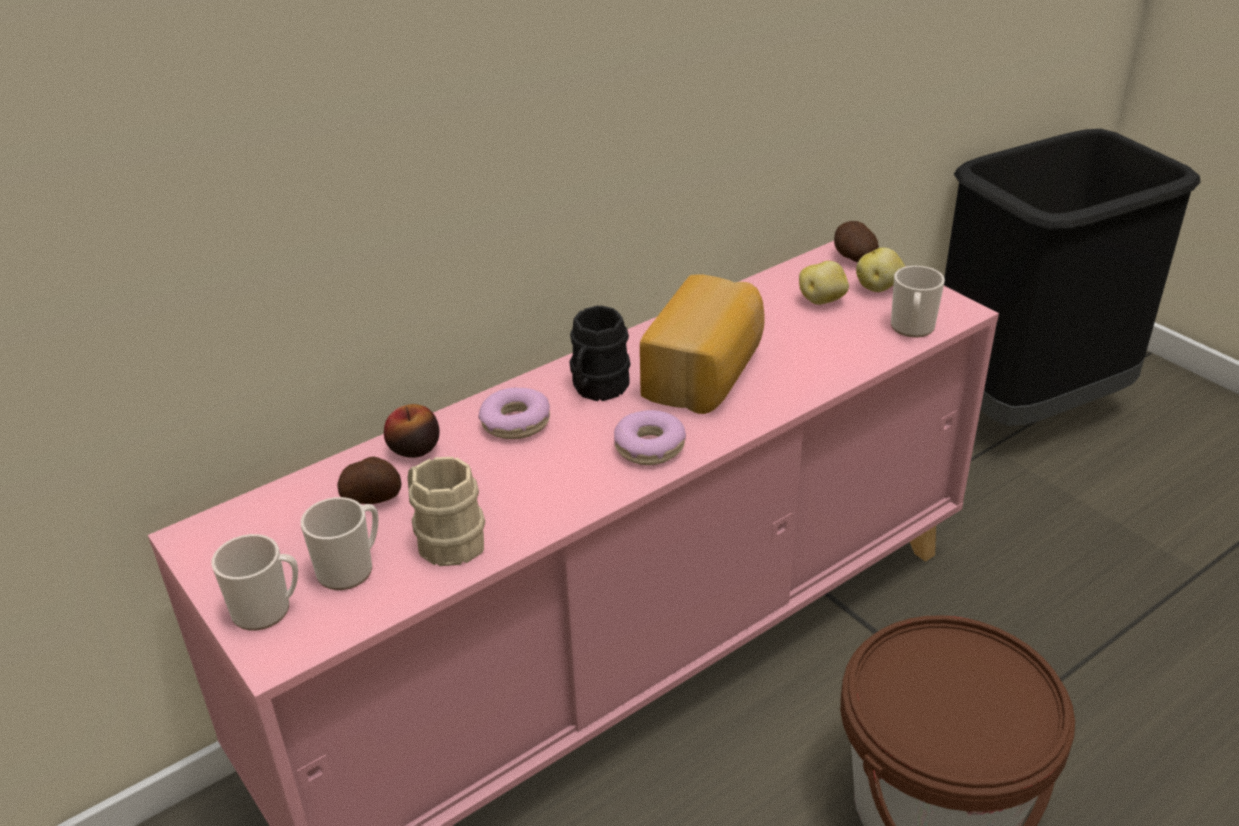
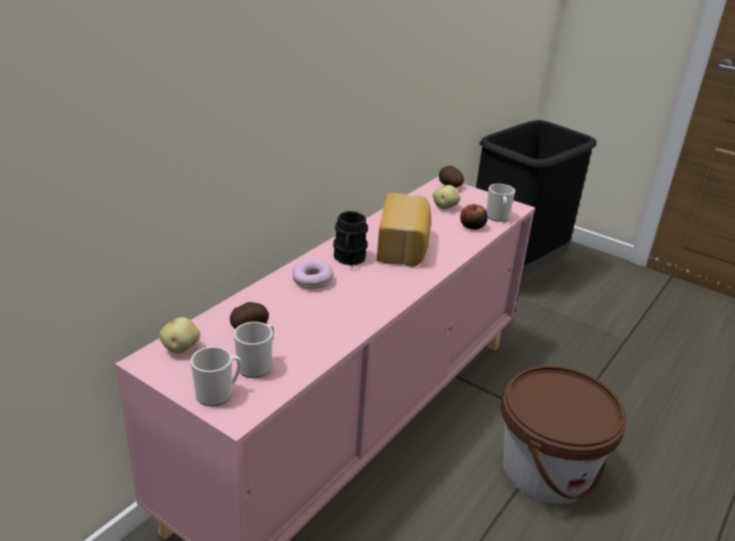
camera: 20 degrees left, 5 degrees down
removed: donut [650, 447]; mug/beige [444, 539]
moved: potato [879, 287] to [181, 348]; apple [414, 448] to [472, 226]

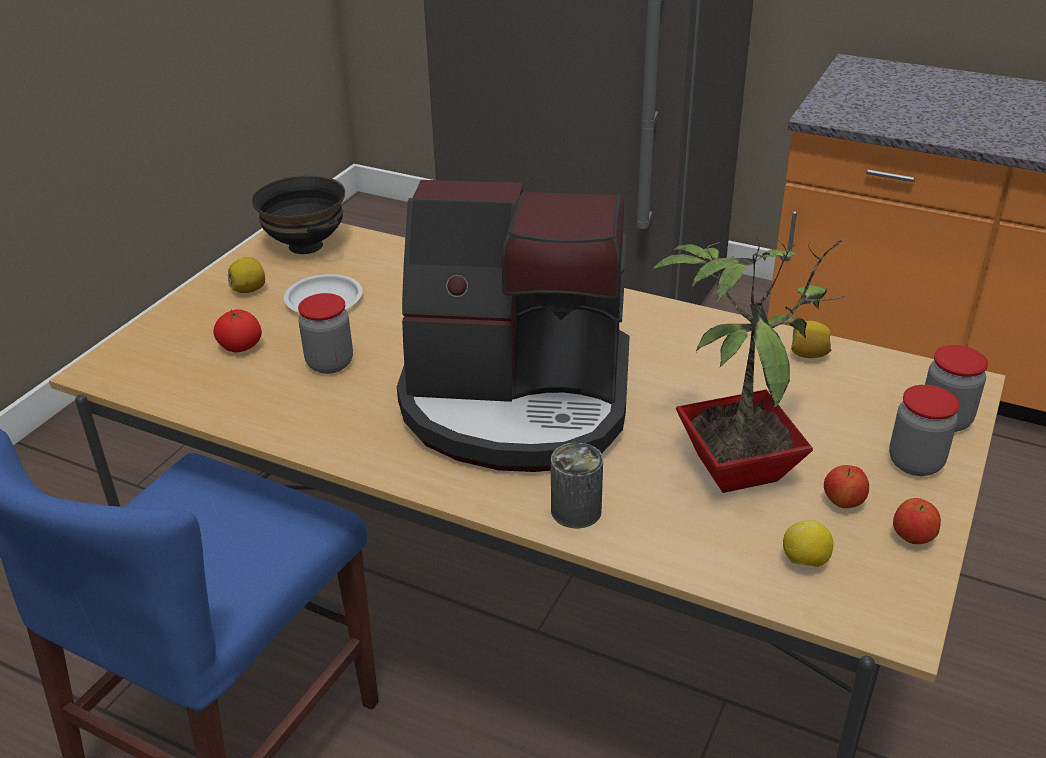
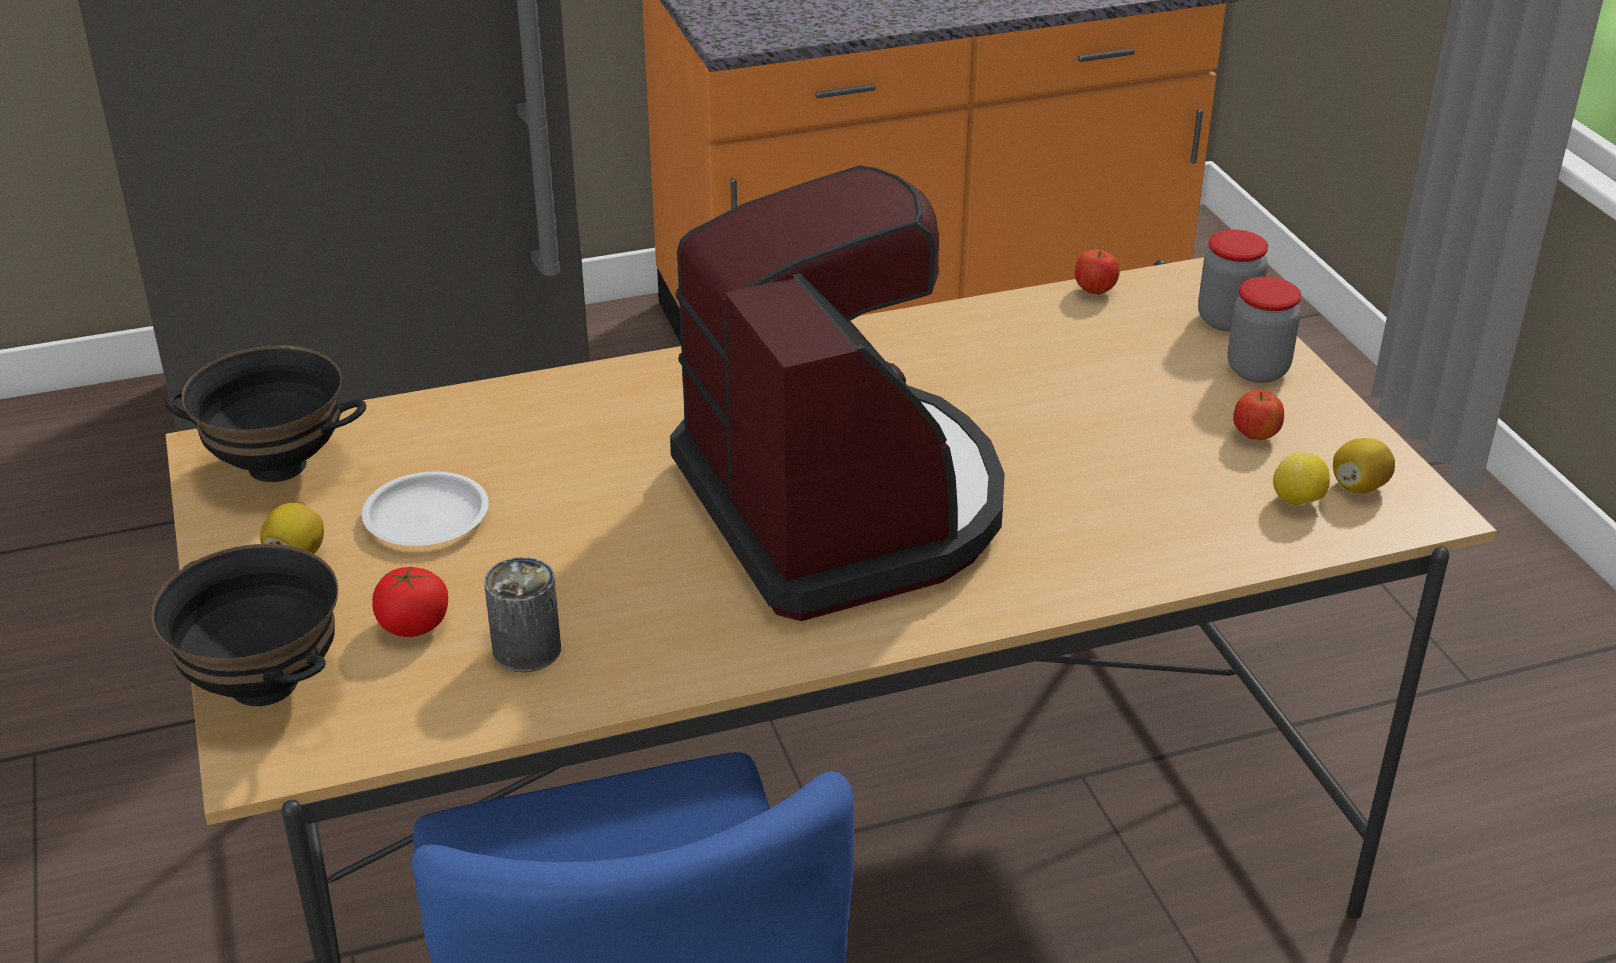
camera: 45 degrees left, 0 degrees up
removed: potted plant [734, 466]; jar [330, 363]
added: bowl/black [262, 685]
moved: lemon [808, 355] to [1359, 486]; can [576, 510] to [527, 649]; apple [912, 538] to [1095, 291]
turned: coffee machine [517, 401] = [843, 506] 75 degrees counterclockwise

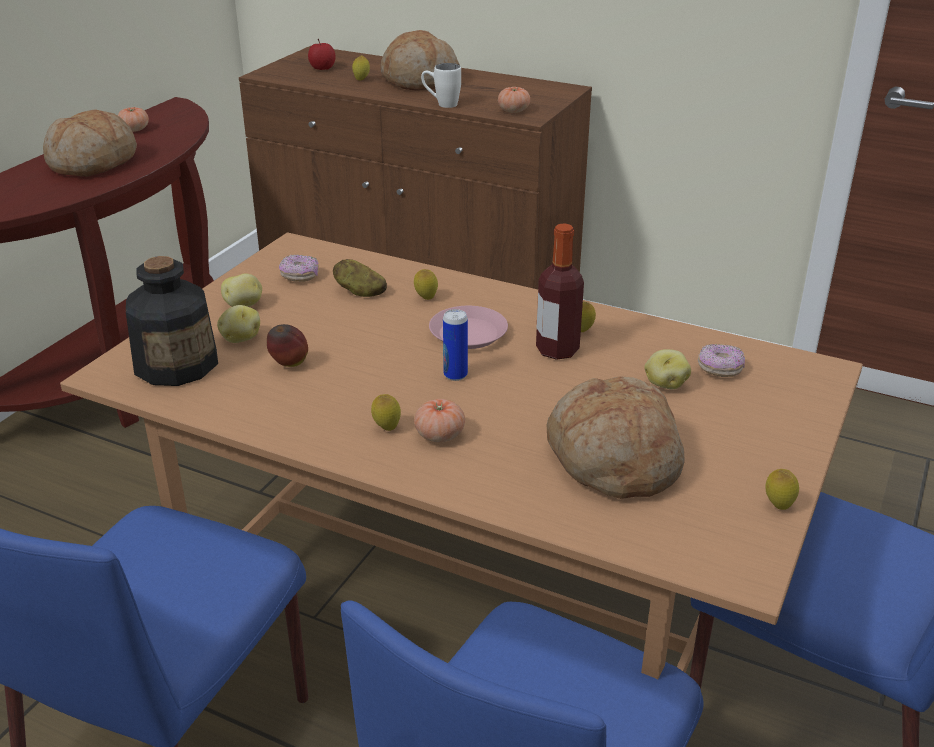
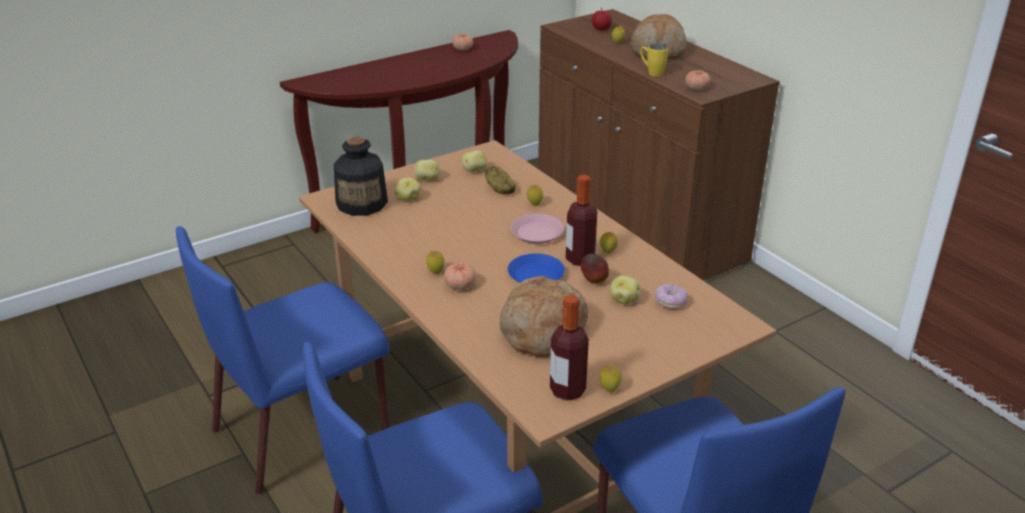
camera: 30 degrees right, 0 degrees up
removed: bread [94, 163]; can [455, 375]
added: plate/blue [536, 275]; bottle [567, 390]
moved: apple [289, 365] to [594, 282]
replaced: donut [299, 276] to potato [474, 170]
recoloured: mug/white [441, 104] to mug/yellow [651, 73]

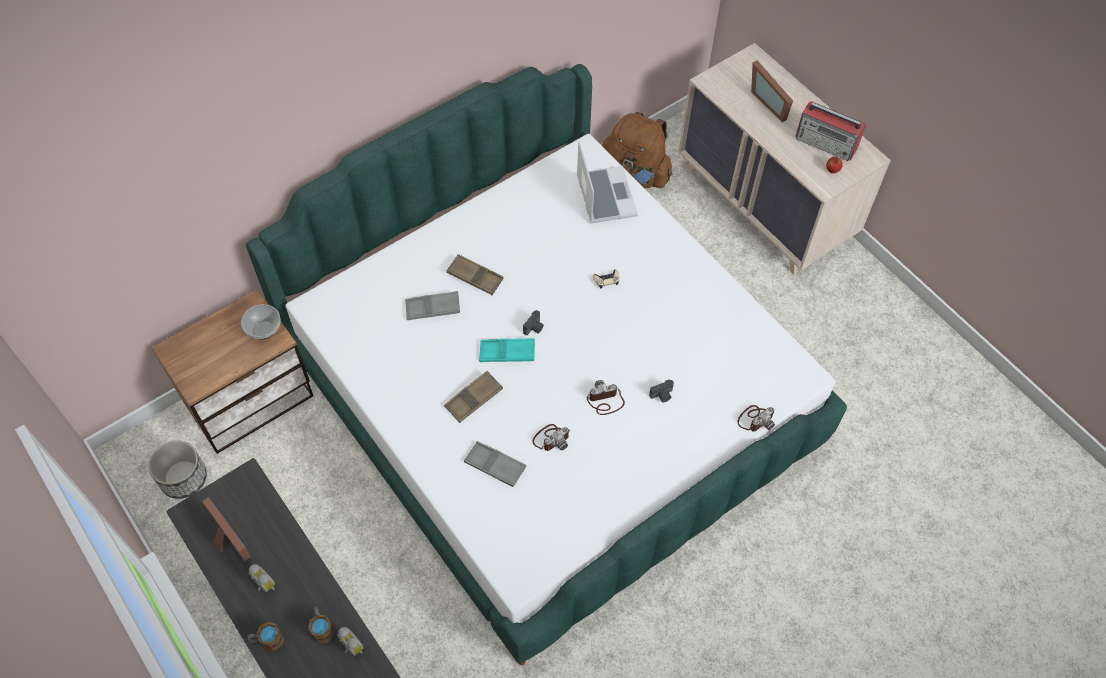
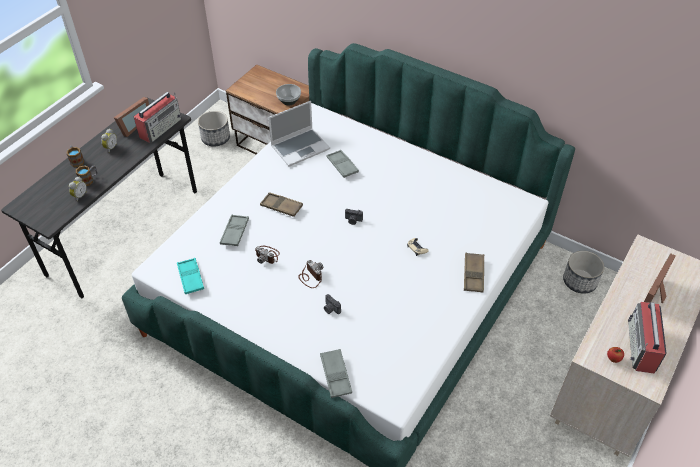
camera: 70 degrees right, 10 degrees down
added: radio [161, 127]
moved: laptop [604, 195] to [300, 147]; tray/brown [475, 277] to [473, 274]; tray/turquoise [507, 353] to [190, 278]
replaced: backpack/brown [635, 174] to planter [580, 281]; photo camera [755, 419] to tray/grey [335, 375]

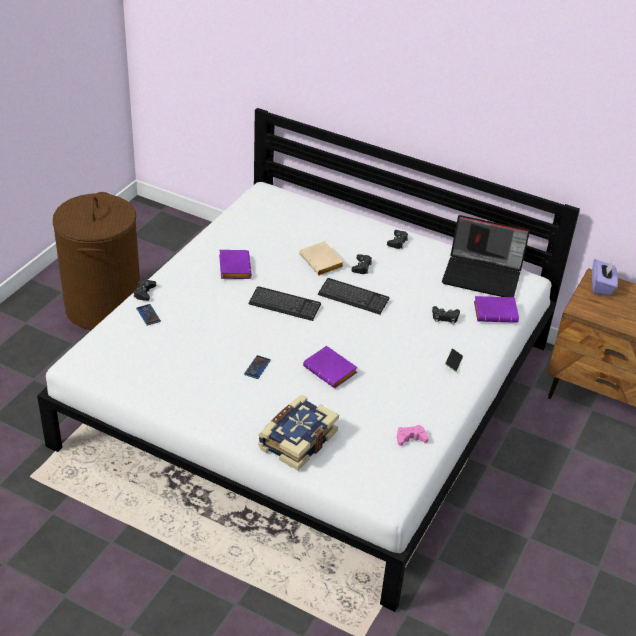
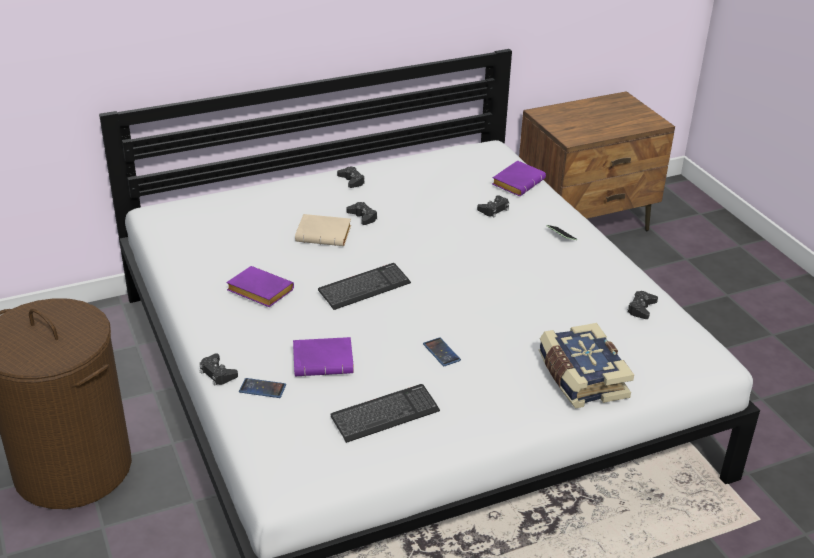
camera: 50 degrees left, 5 degrees down
removed: laptop [483, 275]; tissue box/purple [601, 286]
moved: keyboard [353, 297] to [385, 415]; book/purple [332, 371] to [324, 361]
recoloured: game controller/pink [410, 438] to game controller/black [641, 308]

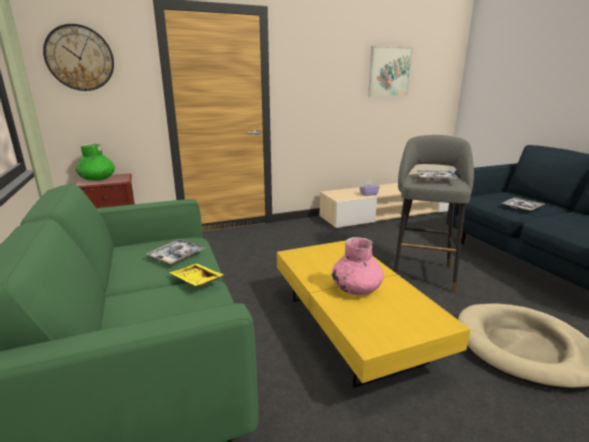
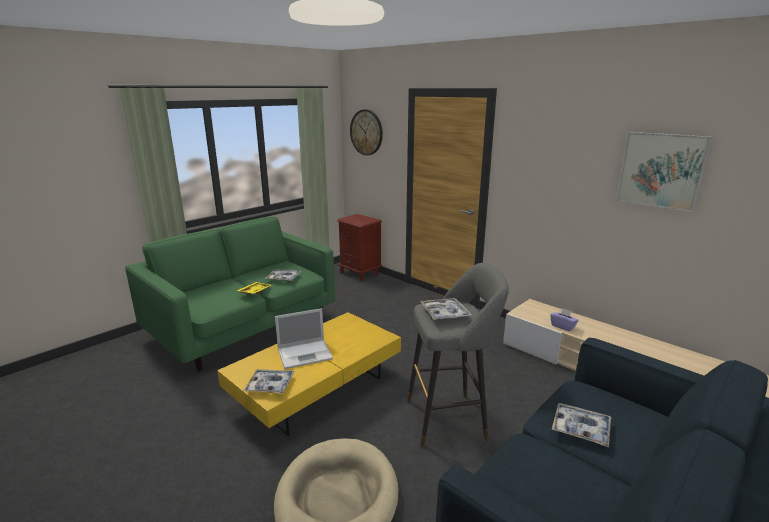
camera: 65 degrees right, 0 degrees up
removed: vase/green [97, 179]
added: tray [270, 385]
replaced: vase/pink [356, 288] to laptop [306, 354]

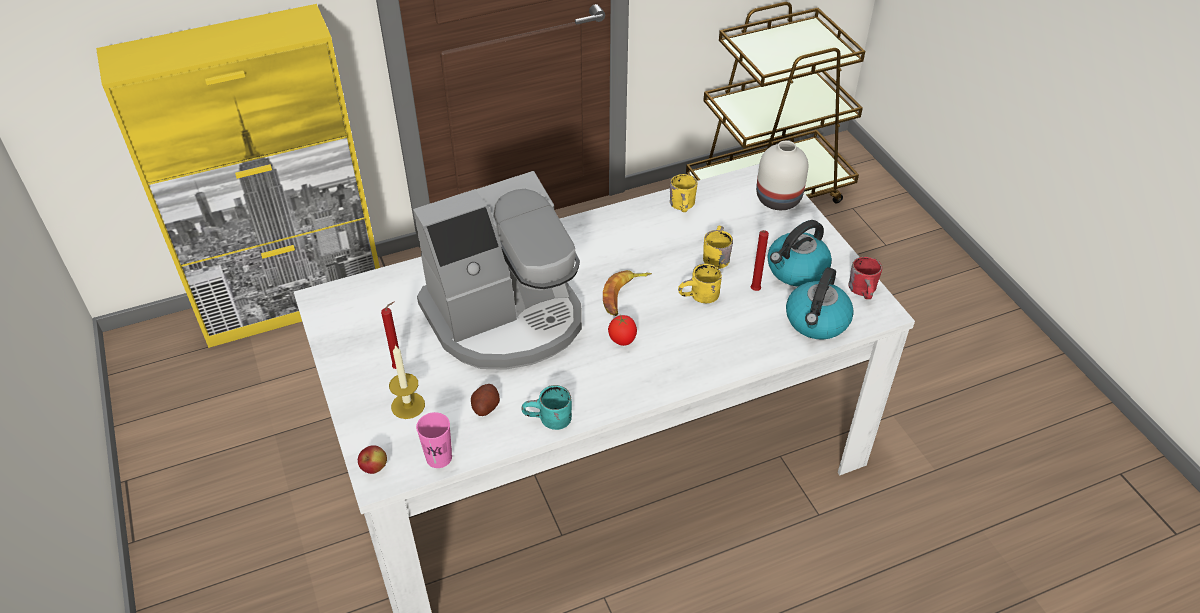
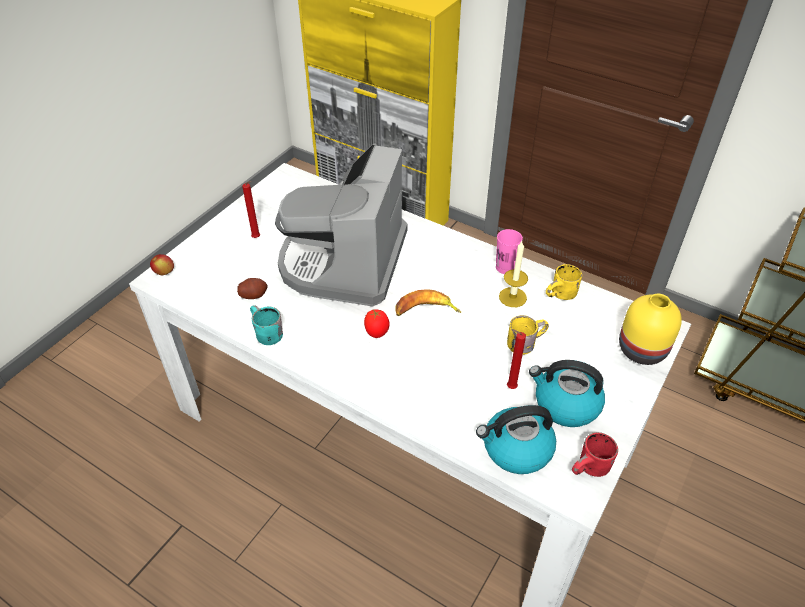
camera: 55 degrees right, 0 degrees up
removed: mug/yellow [700, 298]
moved: candle [408, 405] to [512, 297]; cup/pink [439, 457] to [505, 267]
recoloured: vase/white [778, 198] to vase/yellow [643, 349]
turned: coffee machine [506, 318] = [344, 262] 75 degrees clockwise

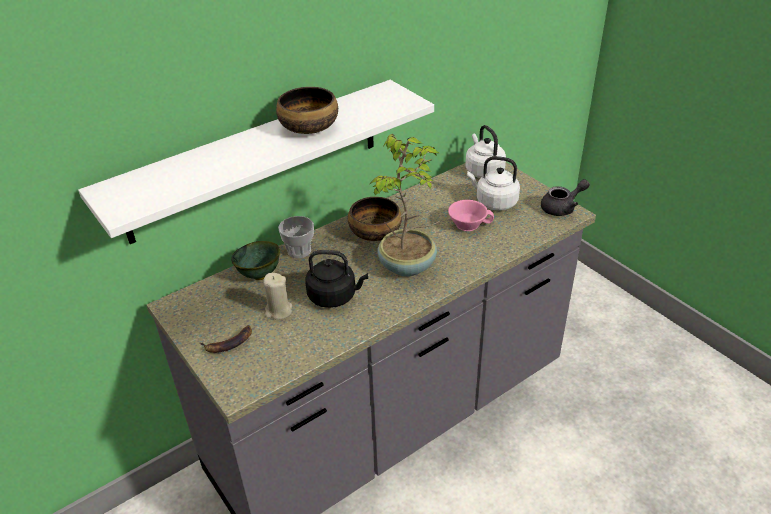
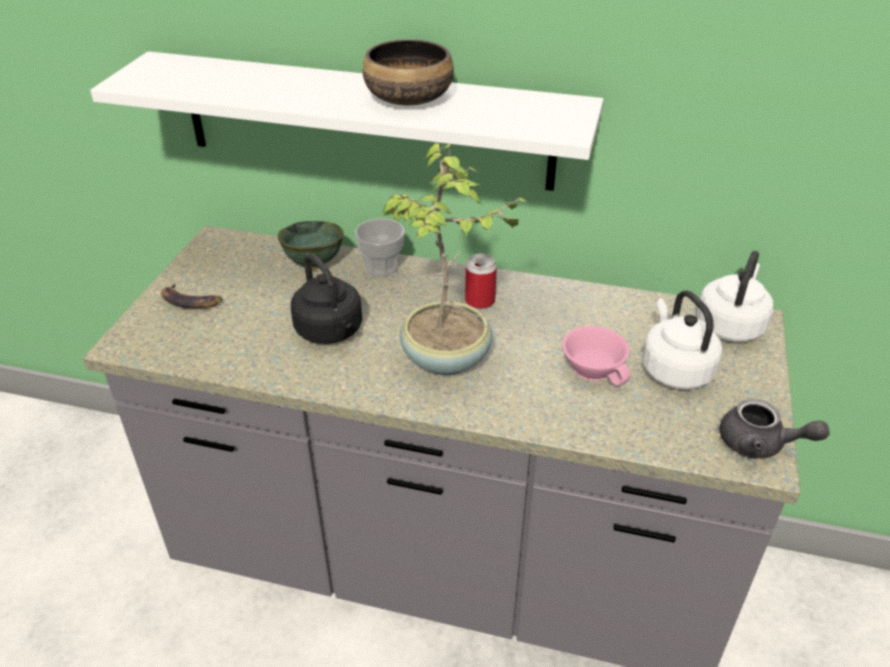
camera: 50 degrees right, 0 degrees up
removed: candle/beige [278, 311]
replaced: bowl [374, 232] to can [480, 301]

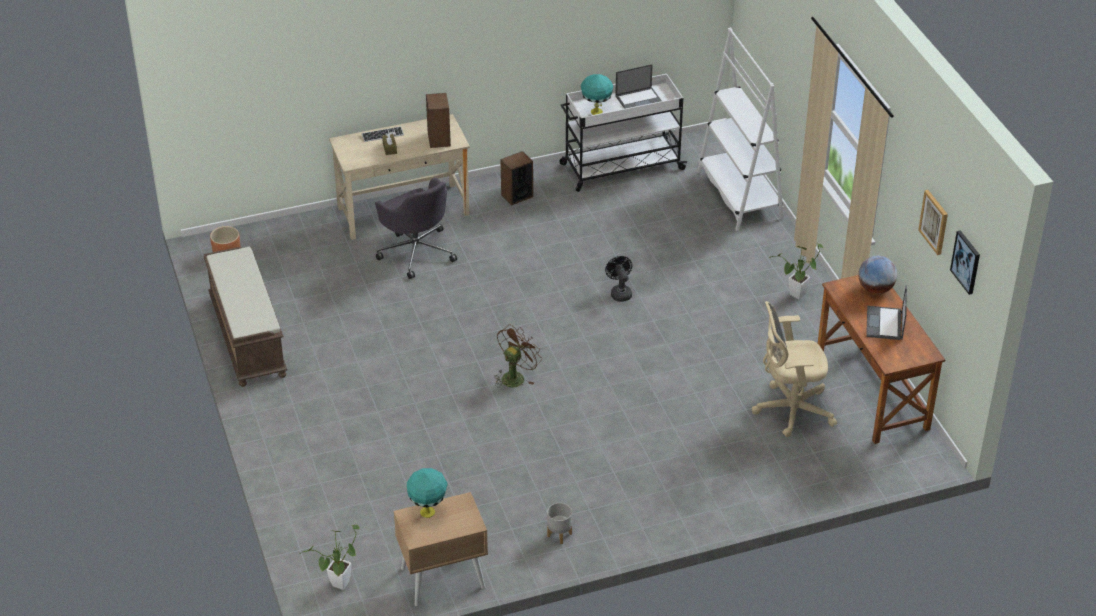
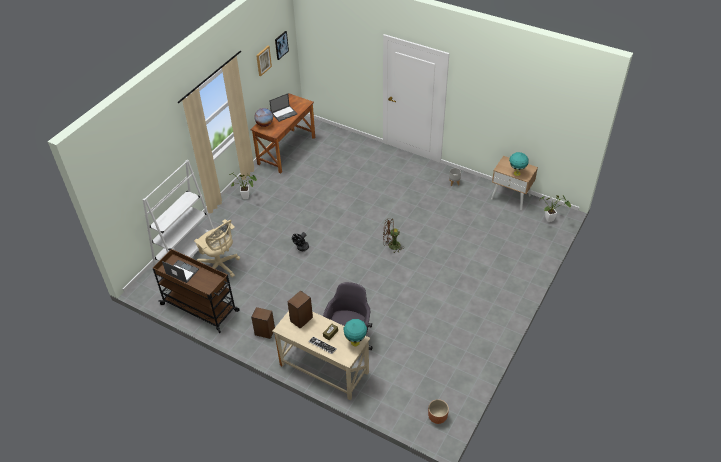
camera: 130 degrees left, 5 degrees up
removed: bench/brown [246, 336]
moved: table lamp/turquoise [596, 112] to [355, 342]; office chair/beige [790, 410] to [220, 266]
recoloured: cart/white [620, 167] to cart/brown [200, 308]

